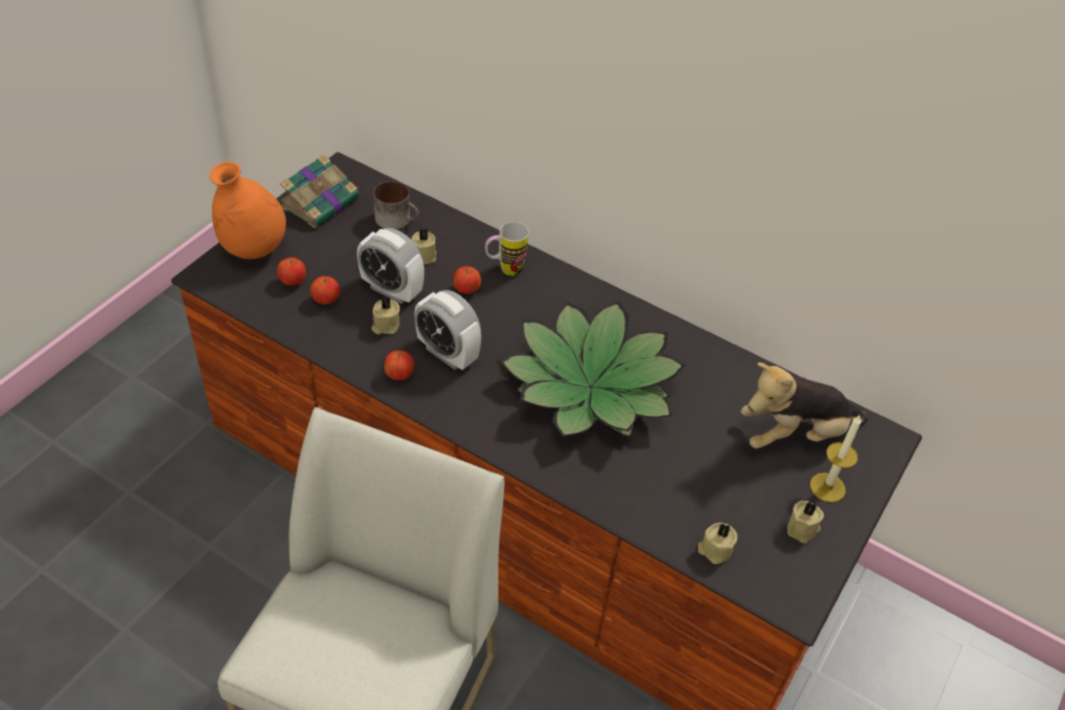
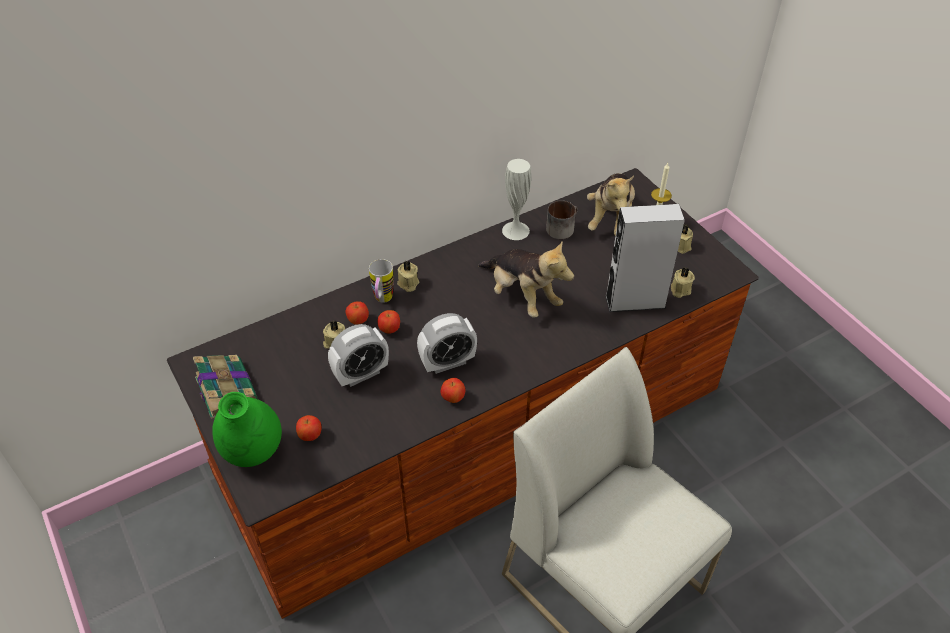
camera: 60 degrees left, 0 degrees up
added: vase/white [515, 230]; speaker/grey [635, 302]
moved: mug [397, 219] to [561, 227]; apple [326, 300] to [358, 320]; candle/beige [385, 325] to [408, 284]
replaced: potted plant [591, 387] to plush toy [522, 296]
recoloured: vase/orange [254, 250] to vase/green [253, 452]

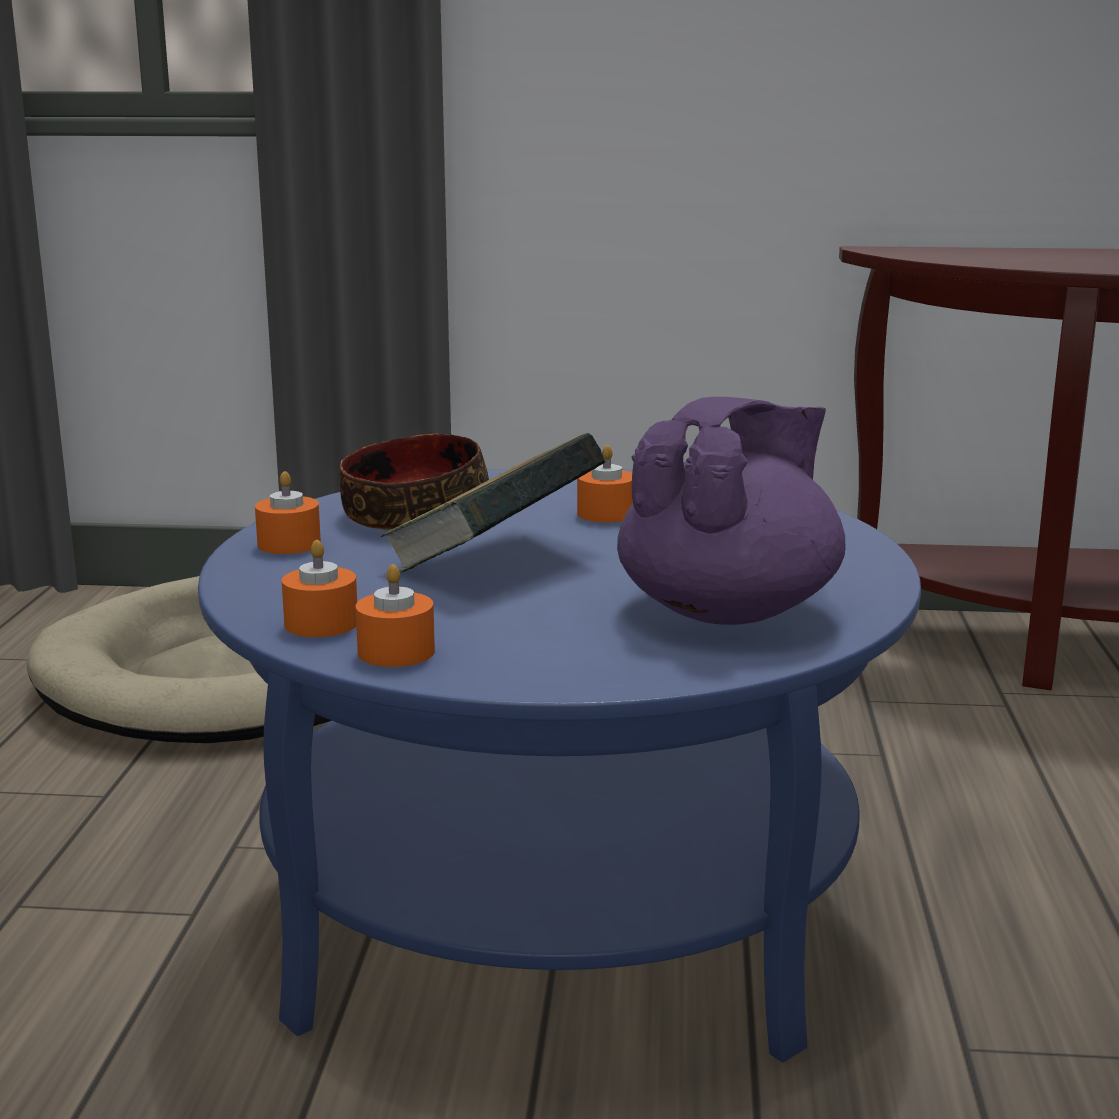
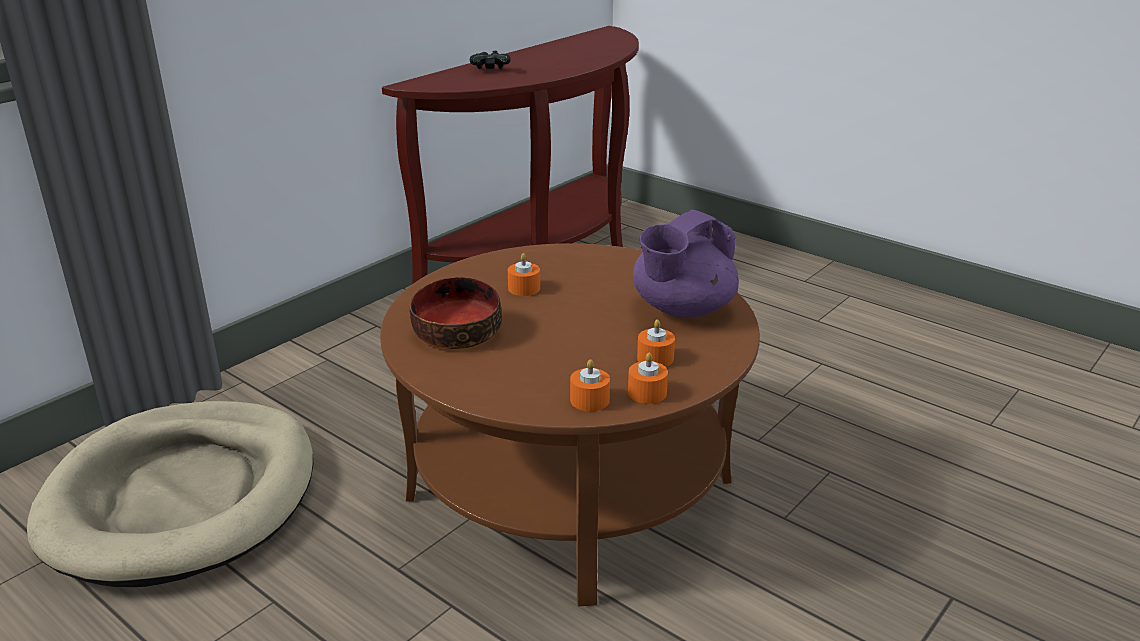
camera: 55 degrees left, 10 degrees up
removed: book [494, 562]
added: game controller/black [490, 70]
moved: candle/orange [289, 544] to [655, 358]
recoloured: coffee table/blue [558, 902] to coffee table/brown [569, 487]
turned: teapot/purple [730, 610] = [682, 309] 120 degrees counterclockwise

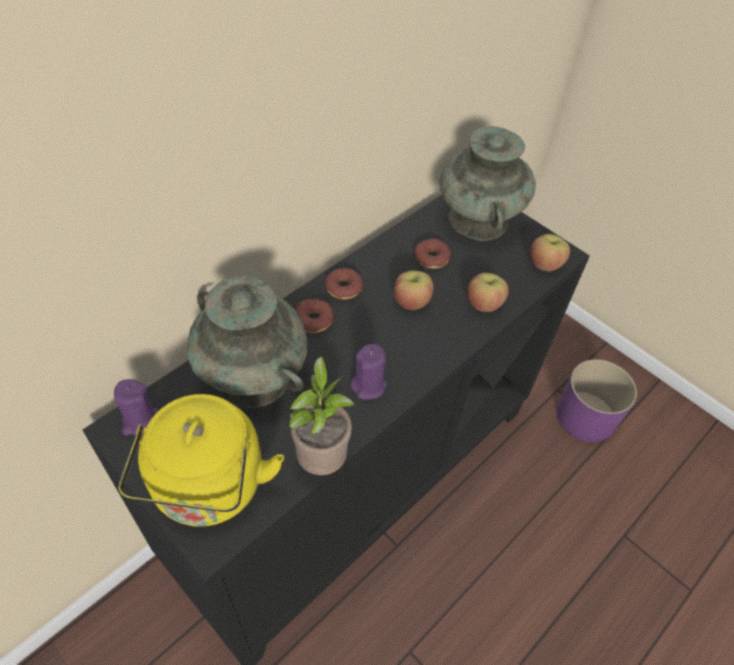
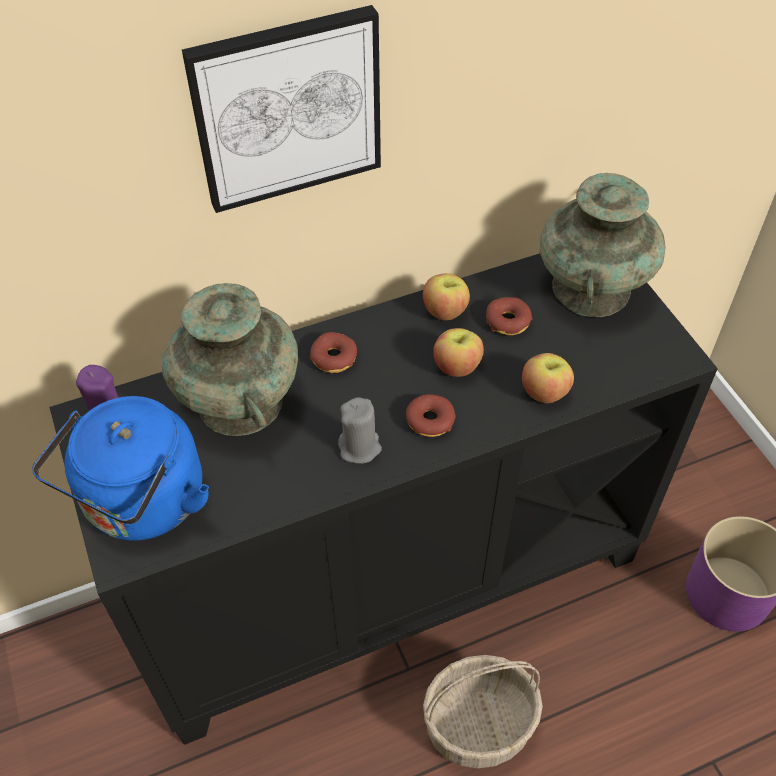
camera: 25 degrees right, 0 degrees up
removed: potted plant [322, 459]
added: picture [287, 109]; basket [479, 723]
moved: apple [545, 264] to [445, 311]; donut [343, 288] to [430, 421]
recoloured: candle/purple [368, 385] to candle/grey [360, 447]; kettle/yellow [208, 489] to kettle/blue [141, 505]

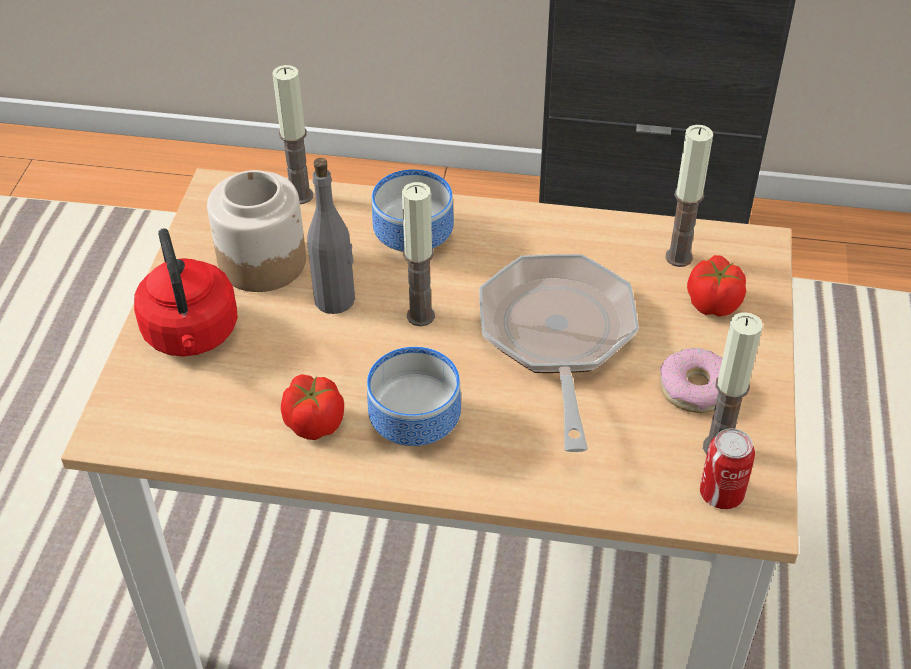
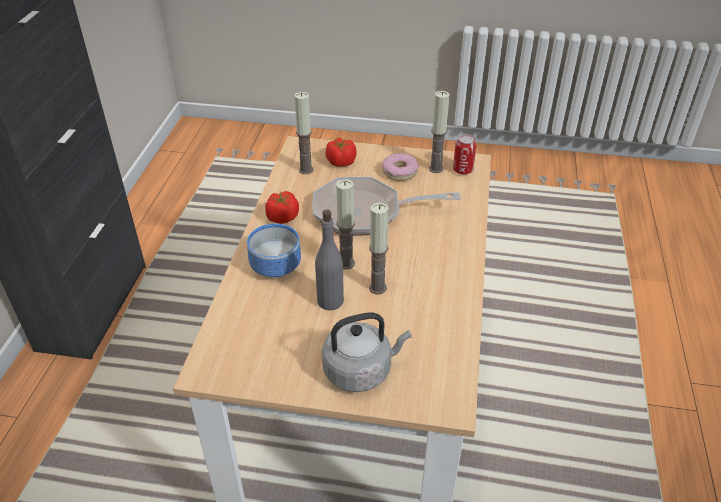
camera: 90 degrees left, 5 degrees down
removed: jar [262, 261]; bowl [418, 420]
moved: candle [300, 196] to [377, 288]; tomato [314, 422] to [282, 218]
recoloured: kettle/red [192, 335] to kettle/grey [361, 370]

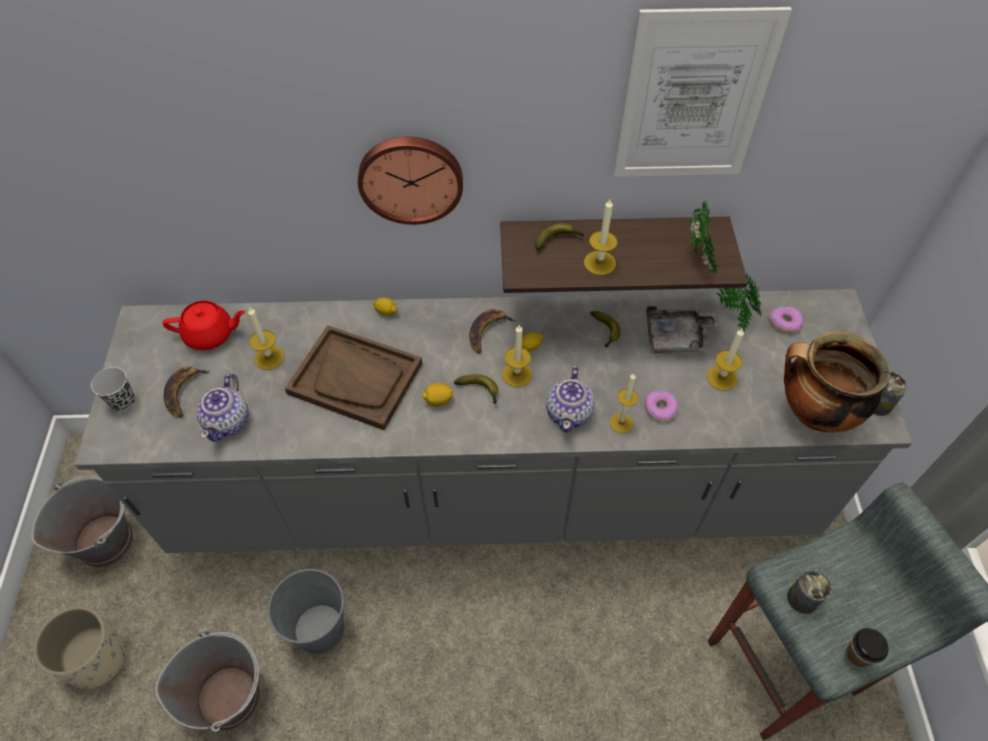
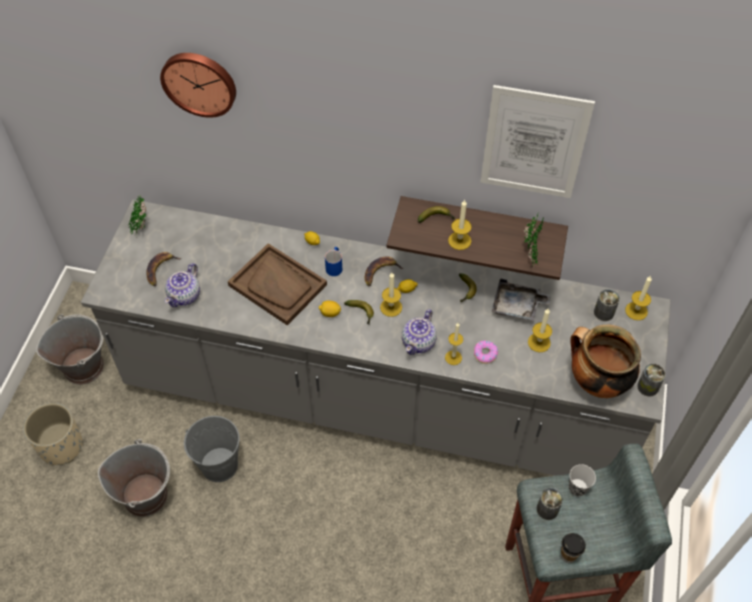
camera: 15 degrees right, 0 degrees up
removed: teapot/red [210, 335]
added: mug/blue [334, 266]
moved: wall clock [411, 178] to [199, 82]; potted plant [733, 313] to [142, 224]; candle [269, 357] to [636, 311]; cup/black [123, 401] to [577, 488]
replaced: donut [784, 322] to can [603, 312]

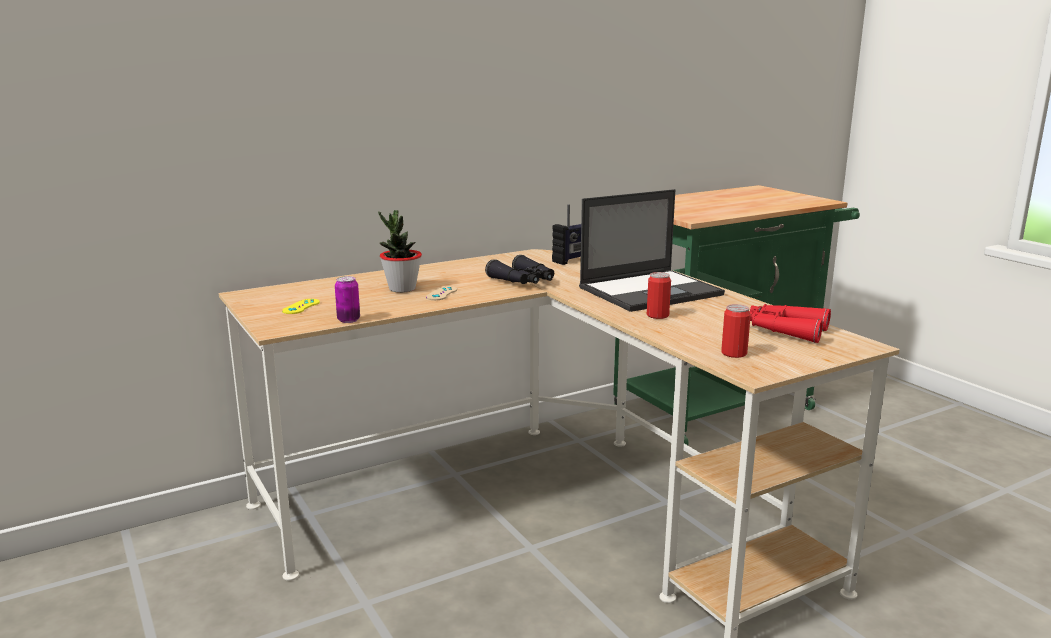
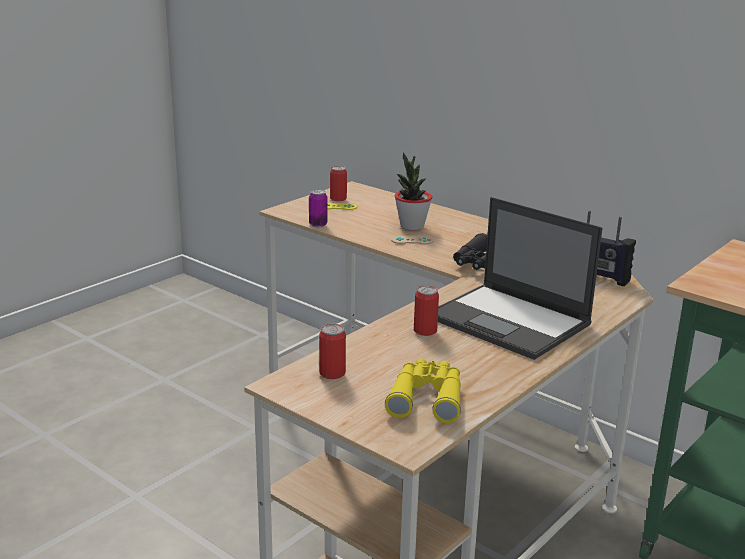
camera: 70 degrees right, 5 degrees up
added: can [338, 199]
recoloured: binoculars/red [784, 330] to binoculars/yellow [427, 398]

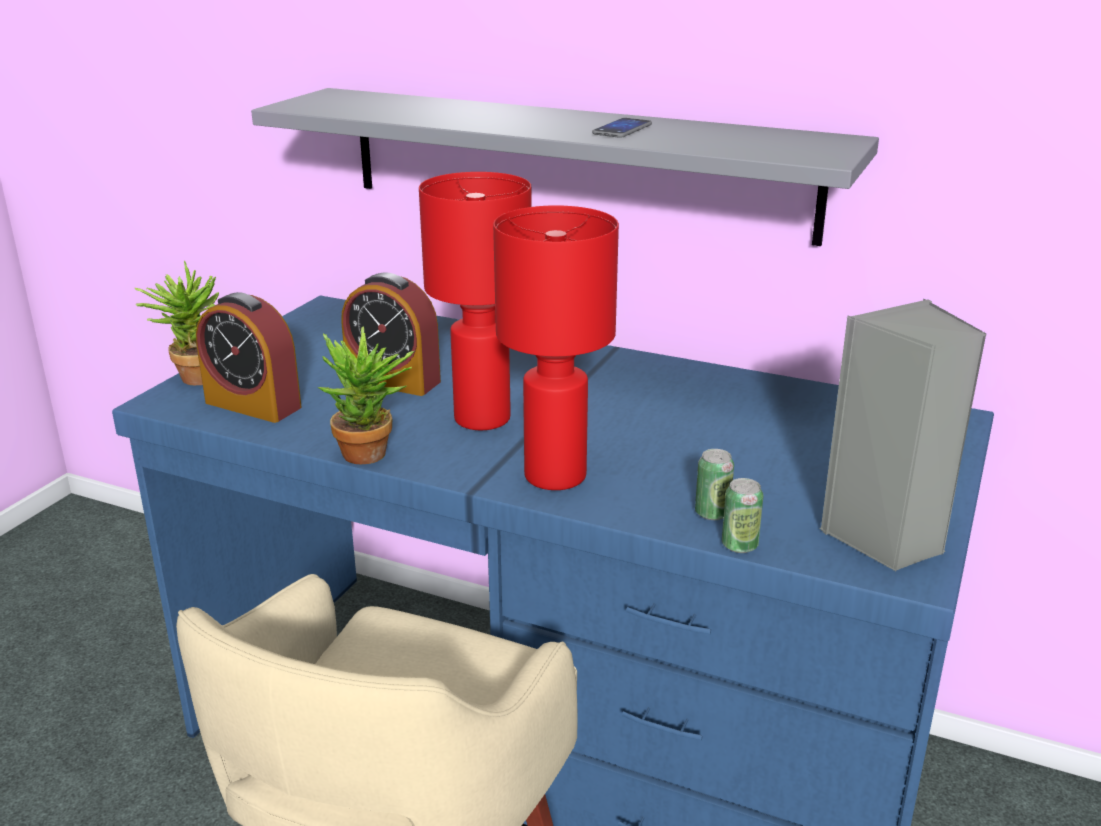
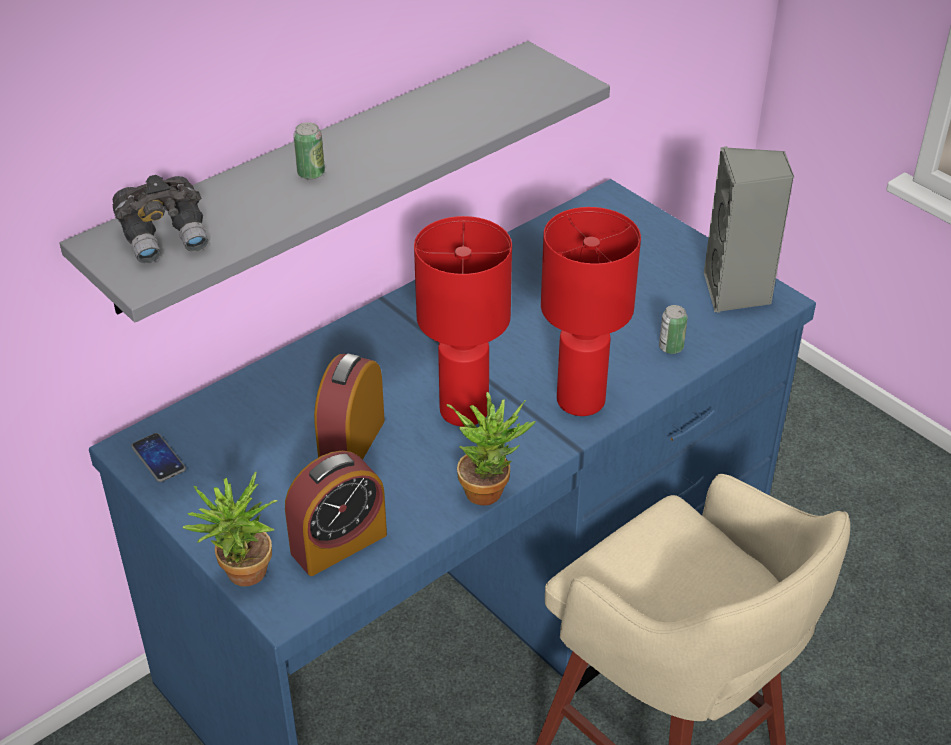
camera: 65 degrees left, 15 degrees up
added: binoculars/grey [165, 237]
moved: phone [622, 130] to [158, 458]; can [739, 545] to [311, 173]
turned: alarm clock [393, 380] = [352, 443] 150 degrees clockwise

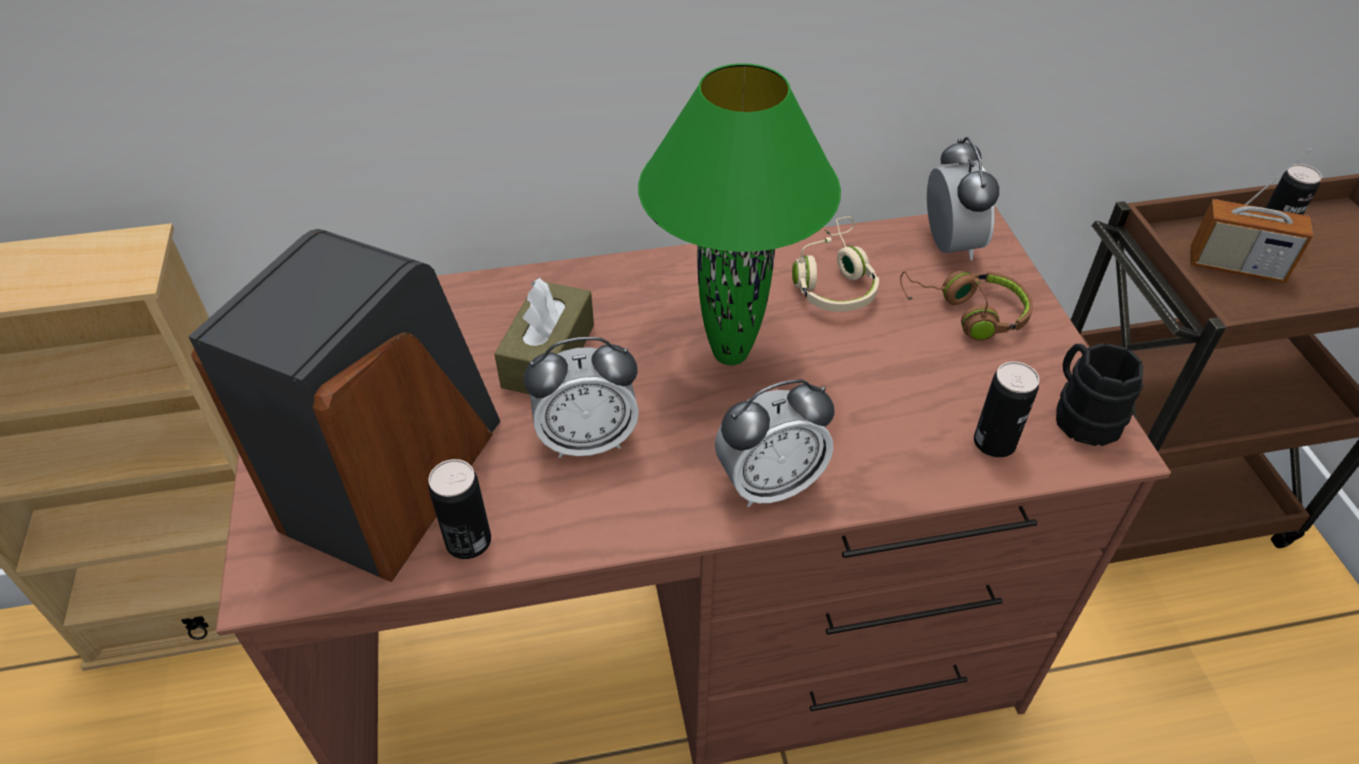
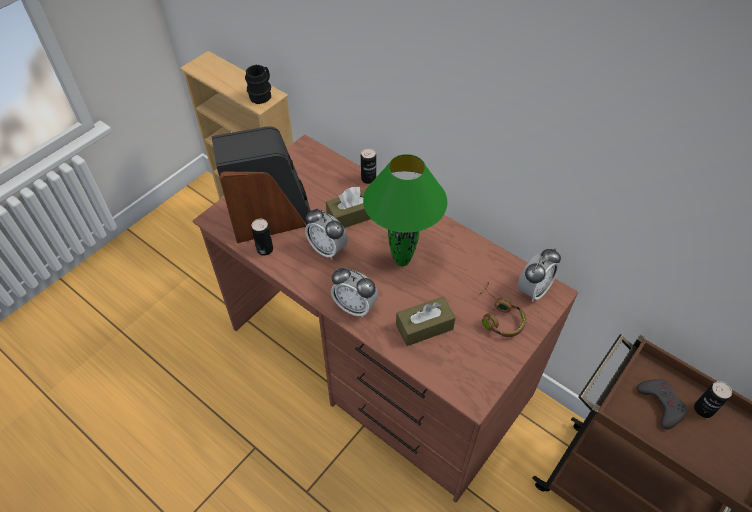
camera: 50 degrees right, 5 degrees up
removed: headphones/beige [833, 281]
added: tissue box/brown [424, 327]
moved: mug/black [1081, 415] to [262, 94]; can [994, 442] to [368, 179]
replaced: radio [1236, 266] to game controller/grey [661, 404]

